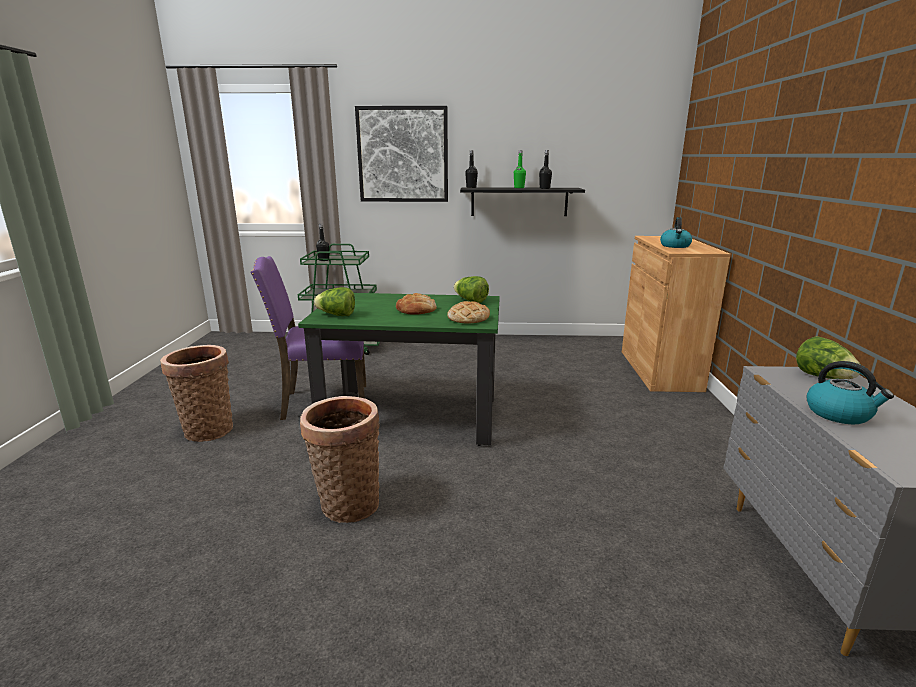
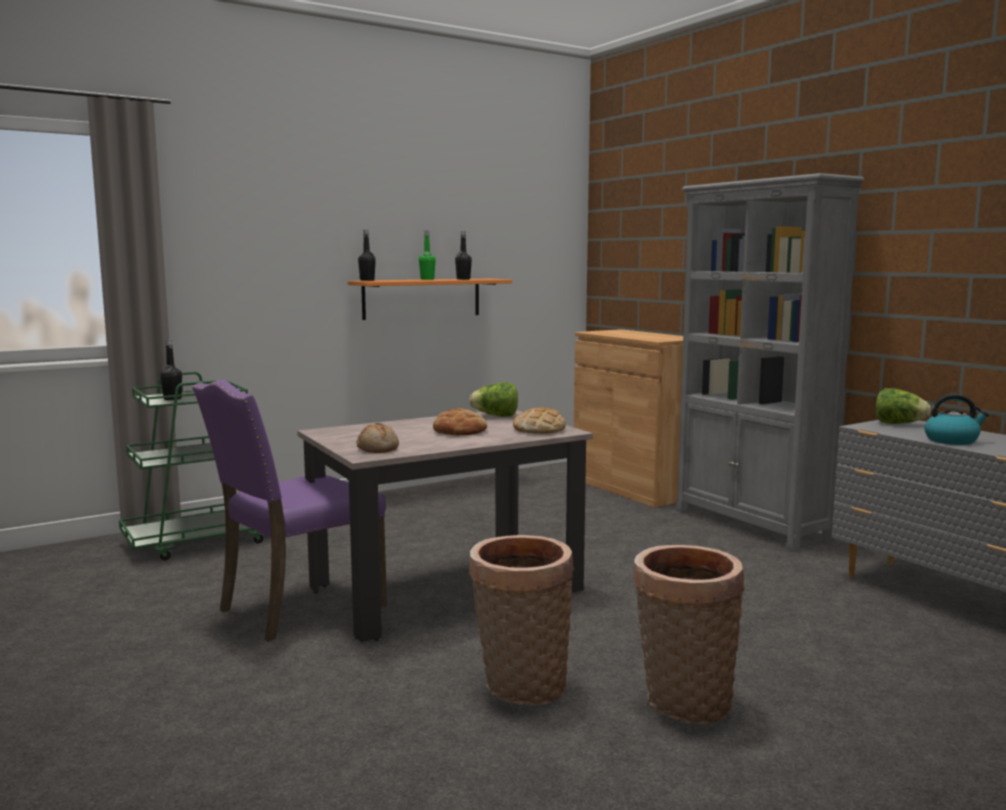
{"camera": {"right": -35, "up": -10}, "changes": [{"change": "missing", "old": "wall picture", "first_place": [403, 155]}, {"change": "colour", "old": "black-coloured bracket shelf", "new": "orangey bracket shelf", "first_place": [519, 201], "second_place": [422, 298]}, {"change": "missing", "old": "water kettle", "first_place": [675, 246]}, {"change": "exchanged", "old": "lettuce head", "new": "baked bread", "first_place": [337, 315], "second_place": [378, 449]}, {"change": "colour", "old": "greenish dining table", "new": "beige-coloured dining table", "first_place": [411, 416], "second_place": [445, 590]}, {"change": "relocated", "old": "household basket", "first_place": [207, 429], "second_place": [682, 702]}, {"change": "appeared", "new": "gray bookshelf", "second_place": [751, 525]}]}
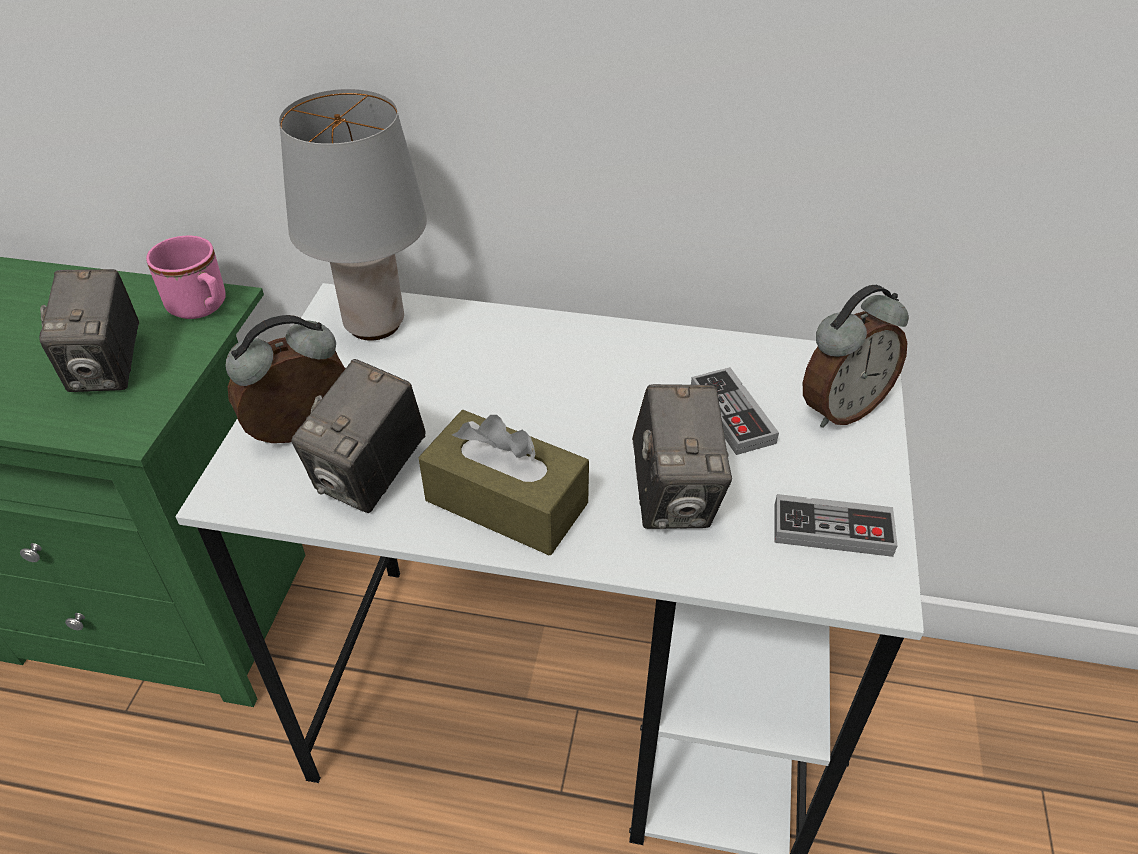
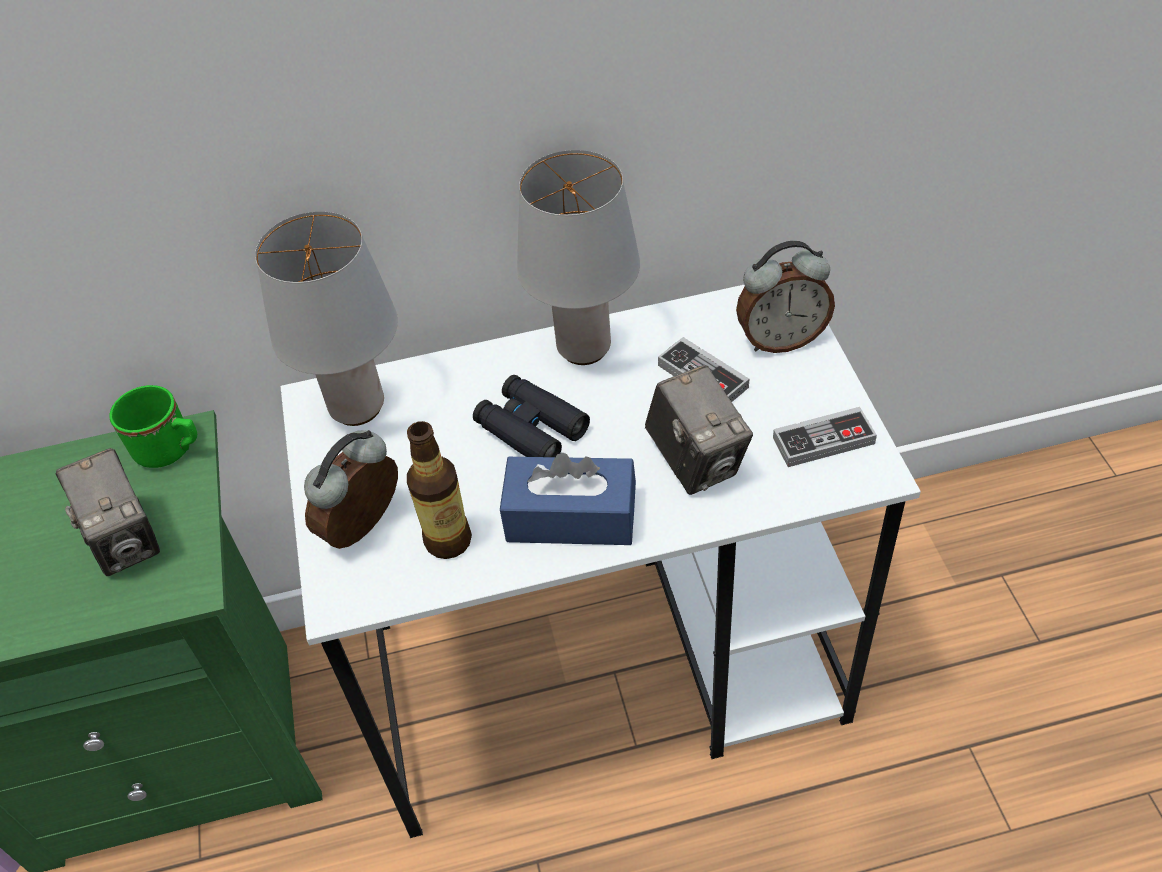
{"camera": {"right": -20, "up": 5}, "changes": [{"change": "colour", "old": "pink-coloured mug", "new": "greenish mug", "first_place": [202, 308], "second_place": [171, 450]}, {"change": "spun", "old": "table clock", "first_place": [840, 408], "second_place": [781, 339], "degrees": 45}, {"change": "exchanged", "old": "photo camera", "new": "beverage bottle", "first_place": [371, 476], "second_place": [448, 540]}, {"change": "colour", "old": "brownish tissue box", "new": "blue tissue box", "first_place": [506, 502], "second_place": [571, 517]}, {"change": "appeared", "new": "gray table lamp", "second_place": [583, 347]}, {"change": "appeared", "new": "black-coloured binoculars", "second_place": [531, 428]}]}
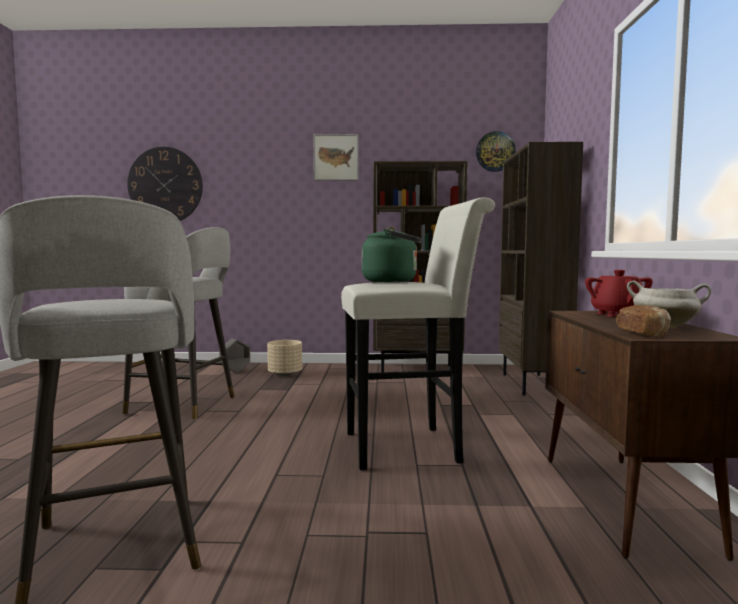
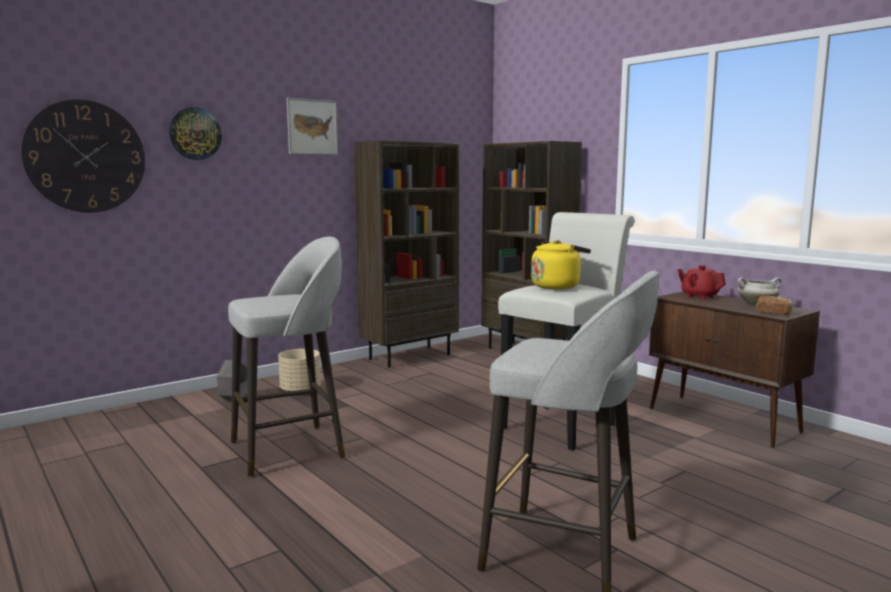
{"camera": {"right": -40, "up": 5}, "changes": [{"change": "relocated", "old": "clock on the wall", "first_place": [495, 151], "second_place": [195, 134]}, {"change": "colour", "old": "greenish water kettle", "new": "yellow-coloured water kettle", "first_place": [393, 281], "second_place": [557, 286]}]}
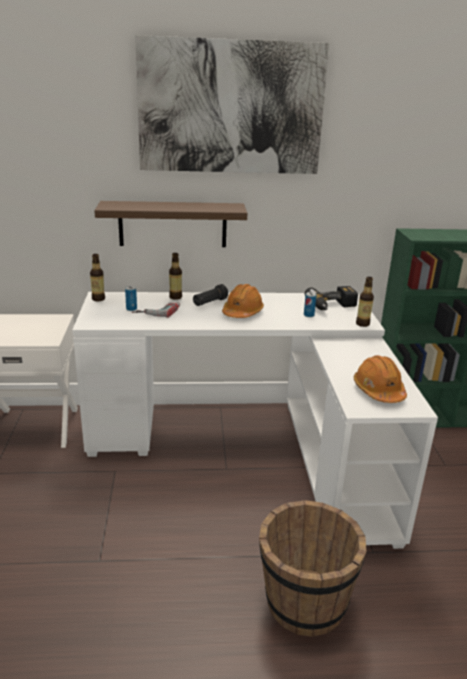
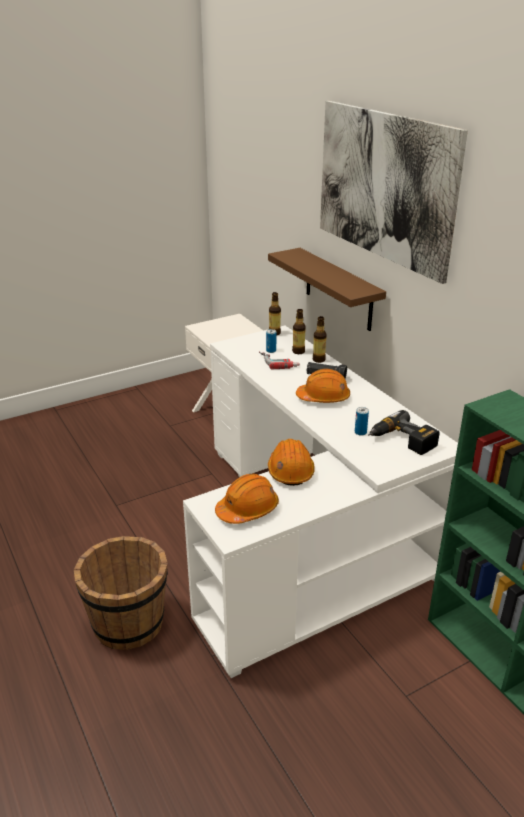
{"camera": {"right": 65, "up": 5}, "changes": [{"change": "relocated", "old": "beverage bottle", "first_place": [362, 324], "second_place": [298, 351]}, {"change": "appeared", "new": "orangey hard hat", "second_place": [290, 471]}]}
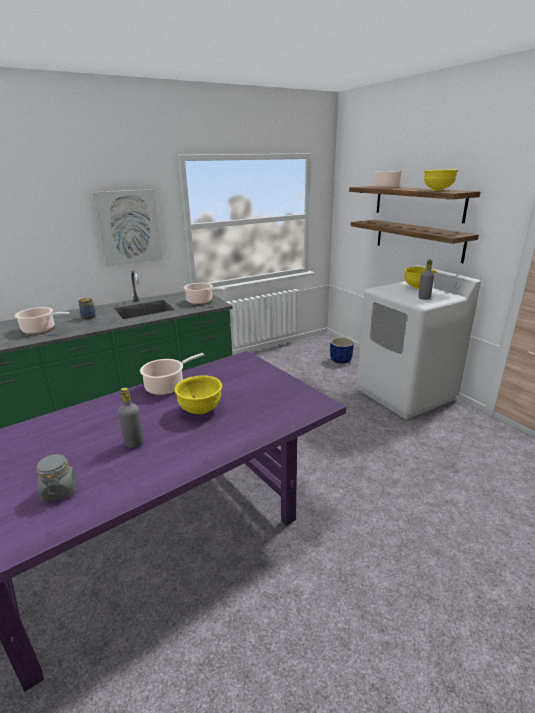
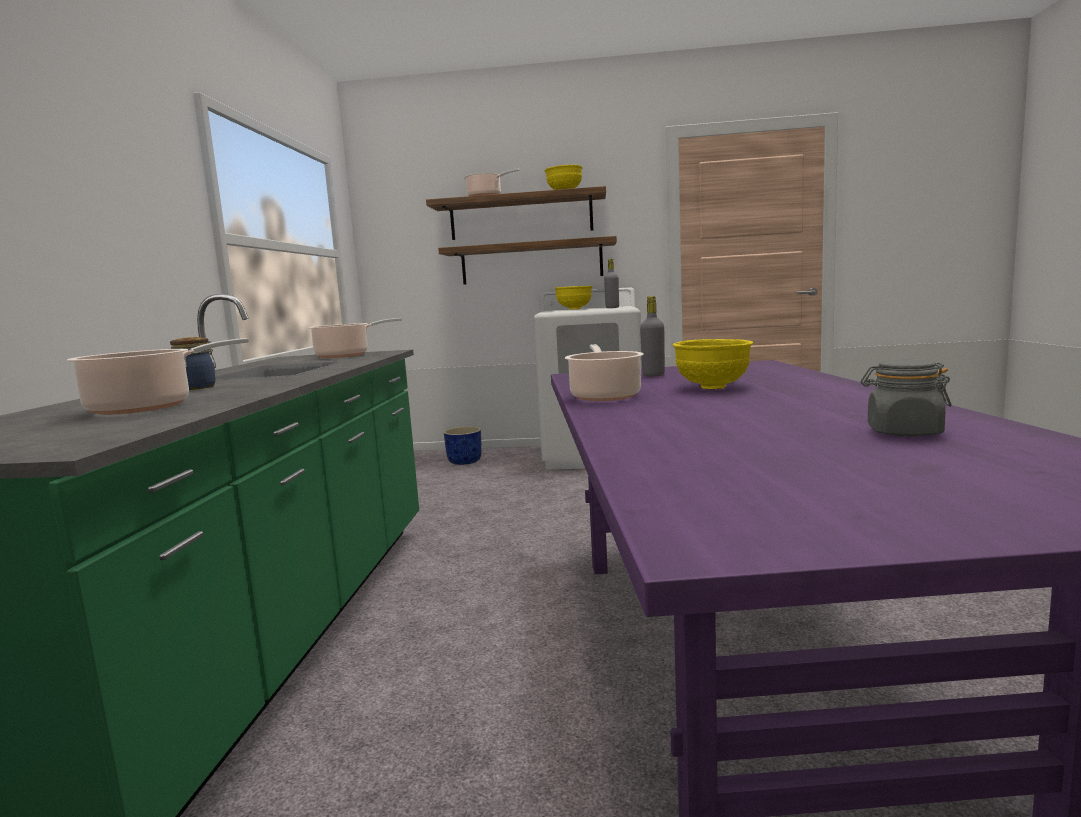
{"camera": {"right": -55, "up": -15}, "changes": [{"change": "missing", "old": "wall picture", "first_place": [129, 227]}, {"change": "relocated", "old": "gray beverage bottle", "first_place": [134, 443], "second_place": [653, 375]}]}
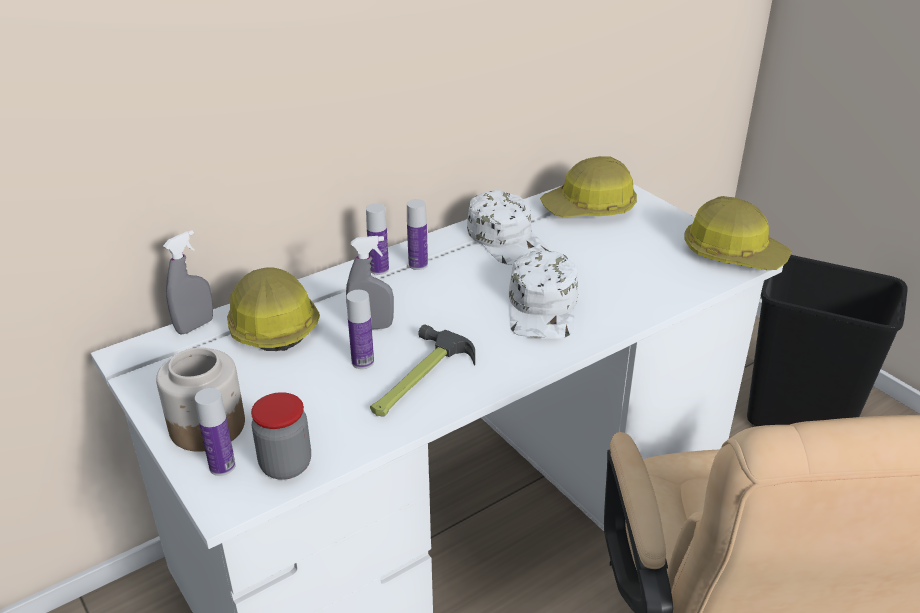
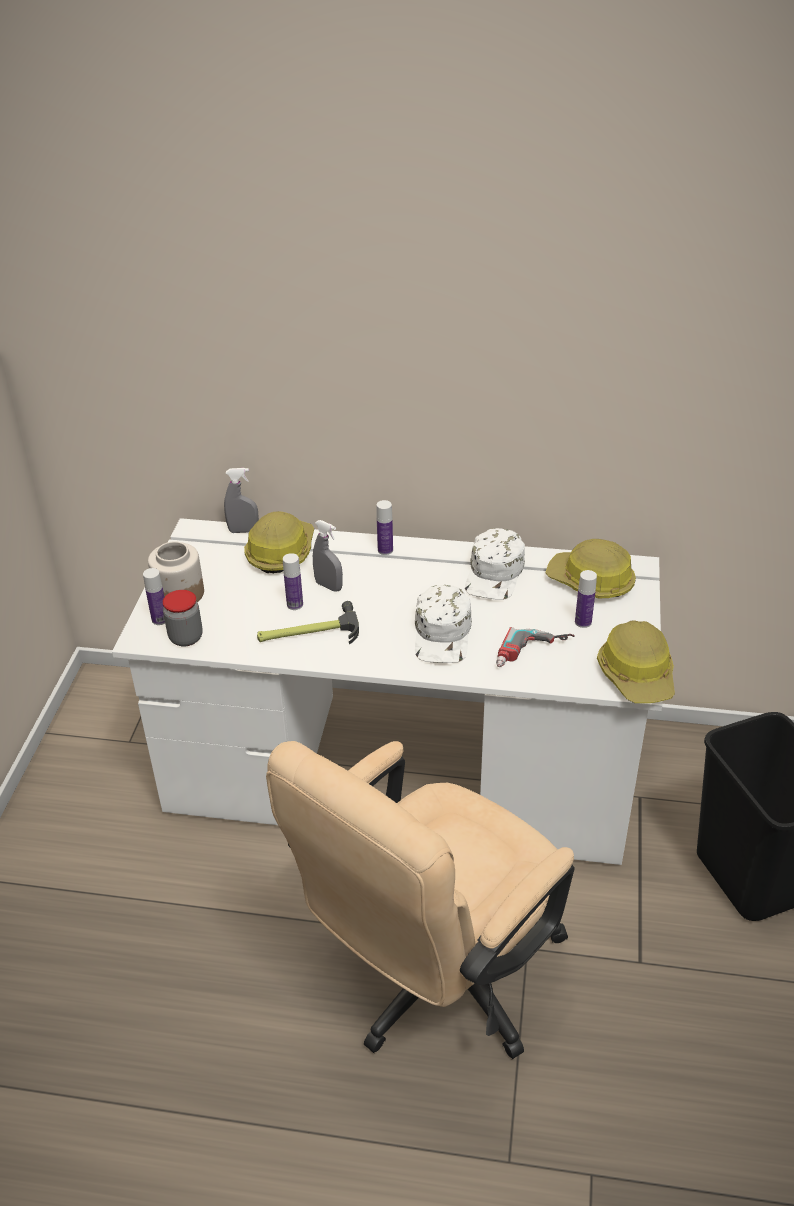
{"camera": {"right": 45, "up": 5}, "changes": [{"change": "relocated", "old": "beverage bottle", "first_place": [418, 264], "second_place": [583, 622]}, {"change": "spun", "old": "white-coloured cap", "first_place": [543, 307], "second_place": [443, 634], "degrees": -45}, {"change": "appeared", "new": "power drill", "second_place": [534, 655]}]}
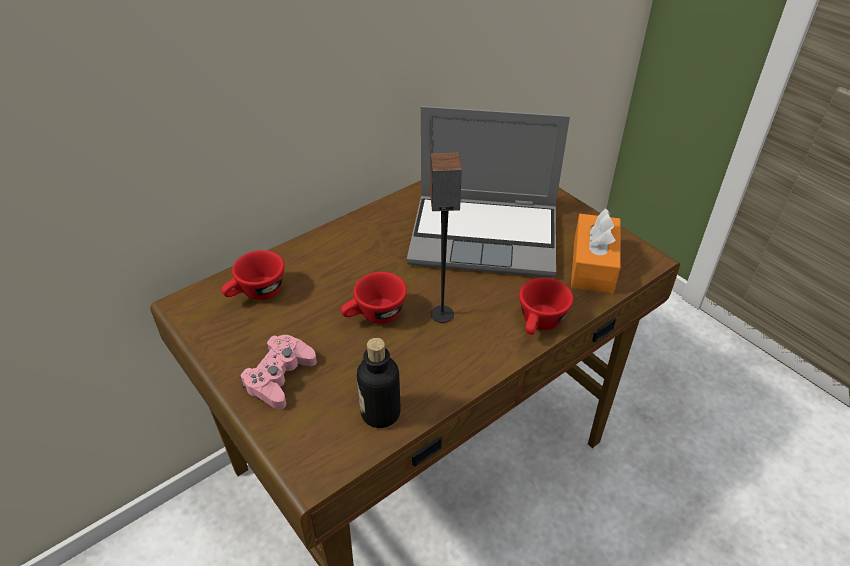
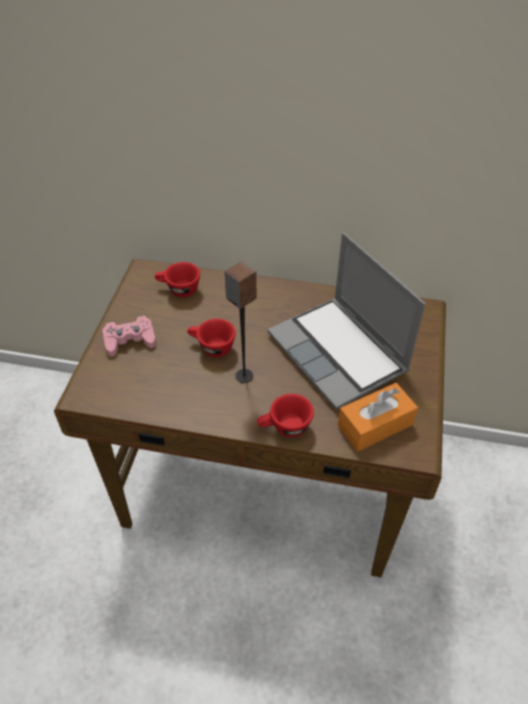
{"camera": {"right": 50, "up": 5}, "changes": [{"change": "missing", "old": "beverage bottle", "first_place": [380, 413]}]}
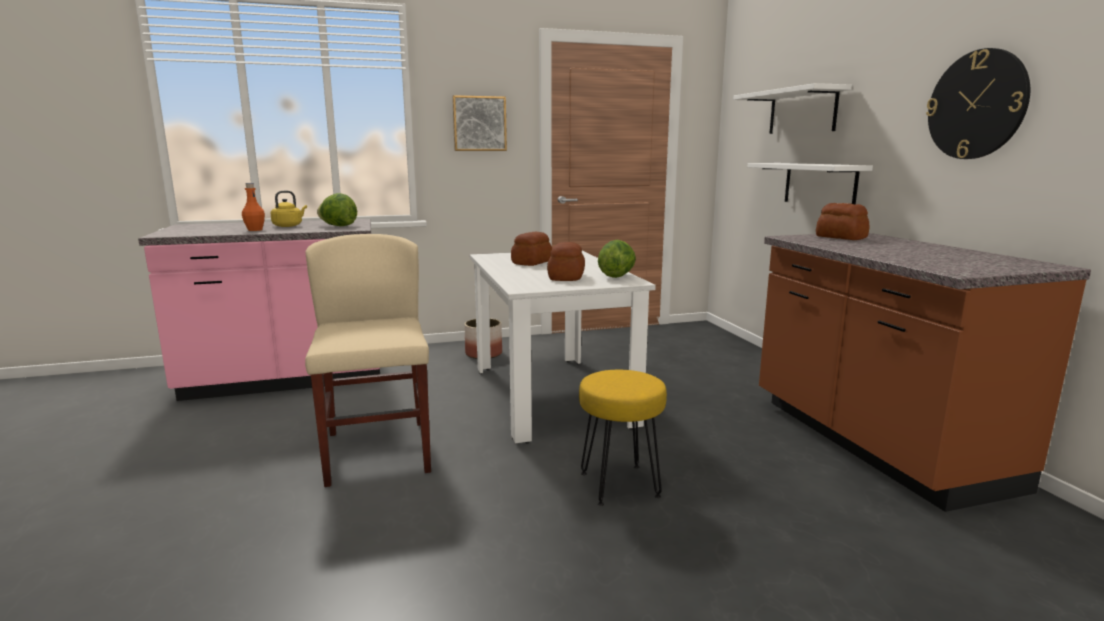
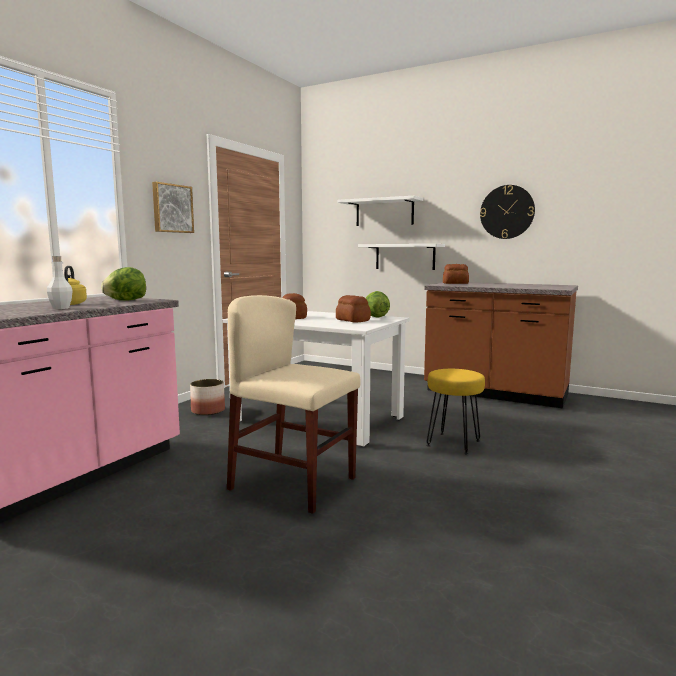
{"camera": {"right": -45, "up": -5}, "changes": [{"change": "colour", "old": "orangey beverage bottle", "new": "white-coloured beverage bottle", "first_place": [255, 230], "second_place": [61, 308]}]}
